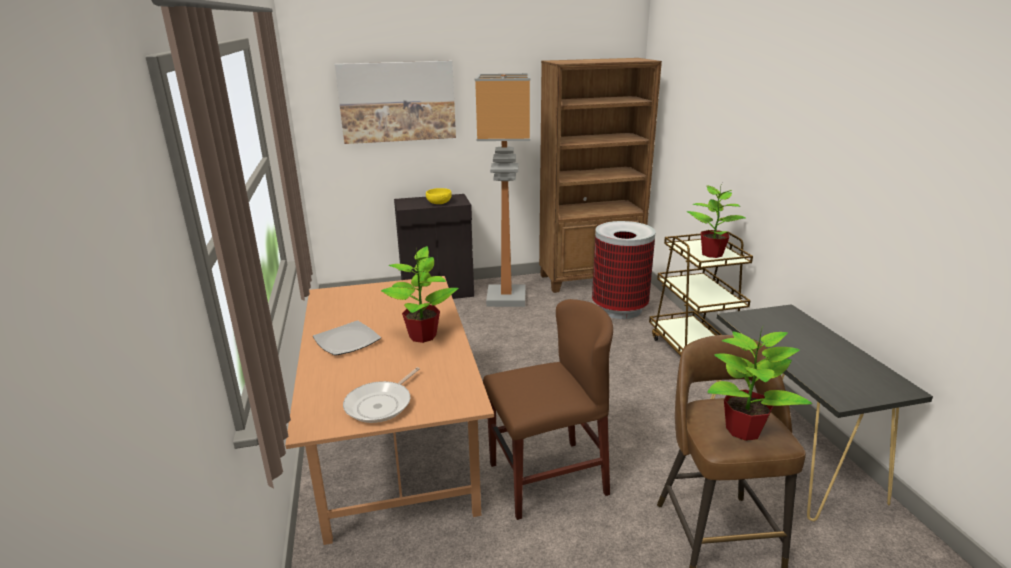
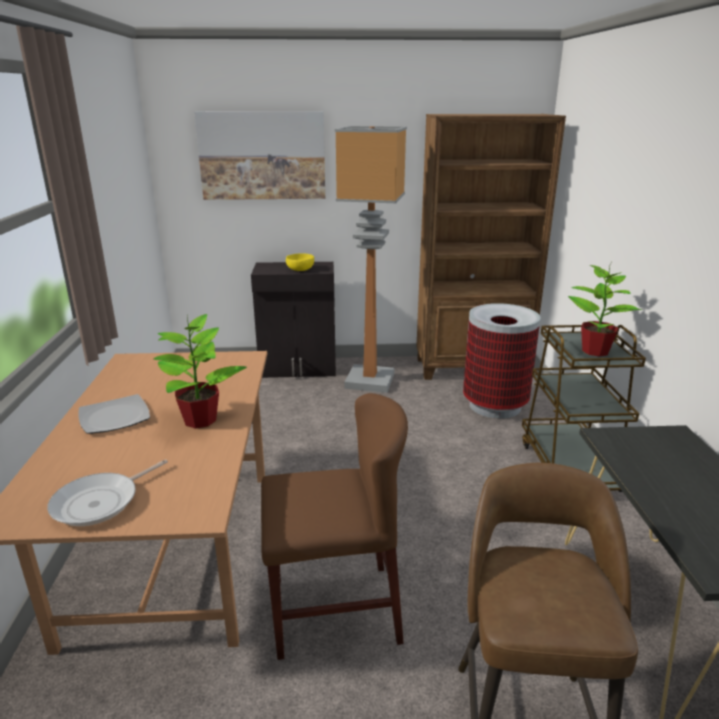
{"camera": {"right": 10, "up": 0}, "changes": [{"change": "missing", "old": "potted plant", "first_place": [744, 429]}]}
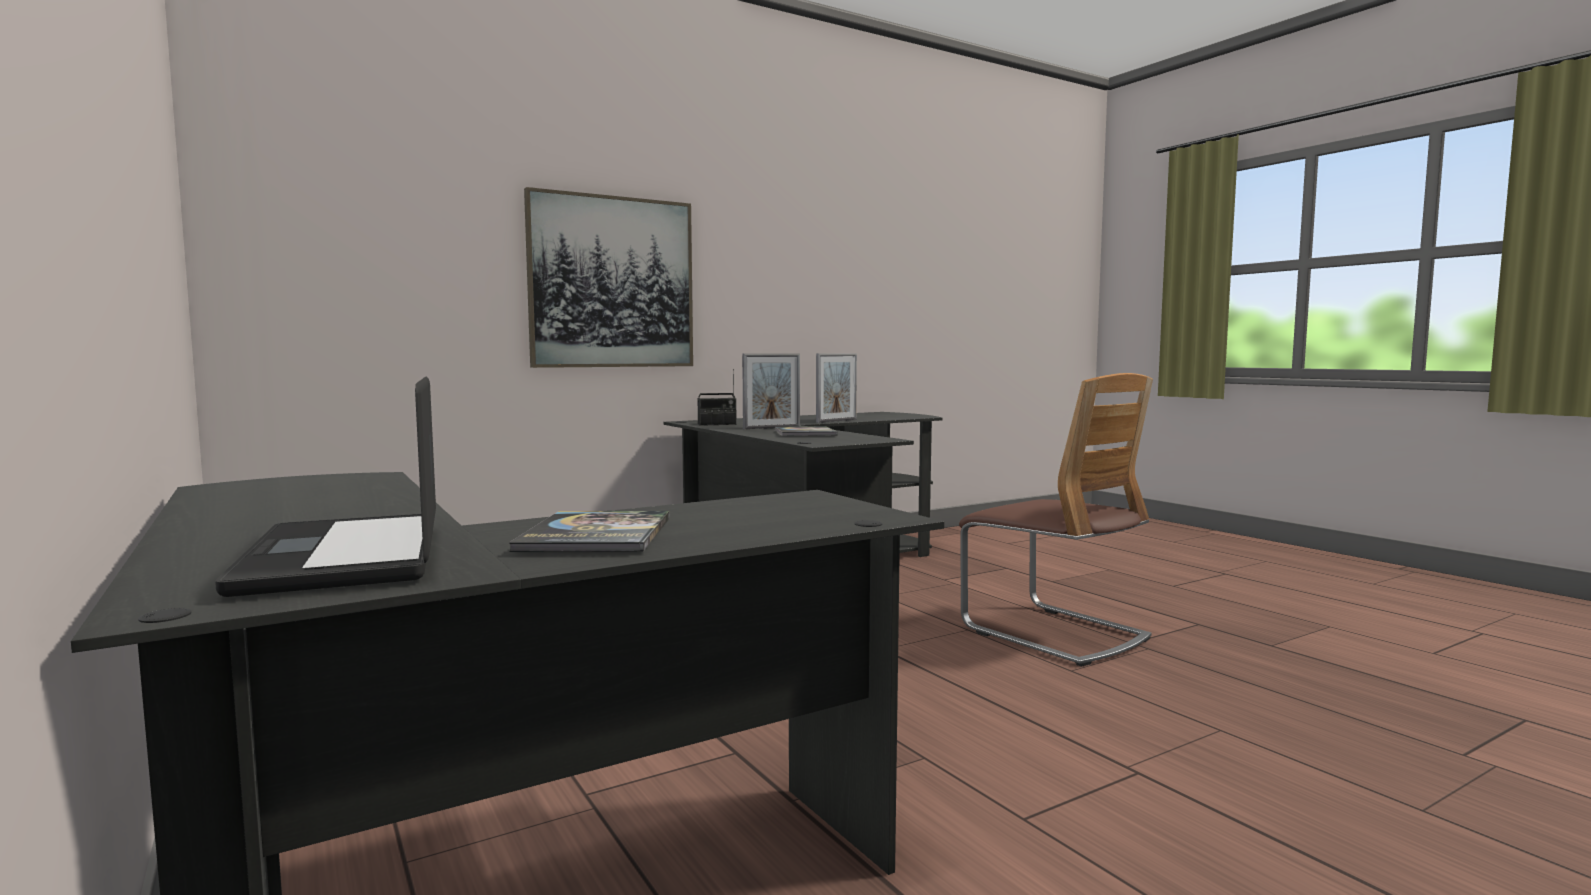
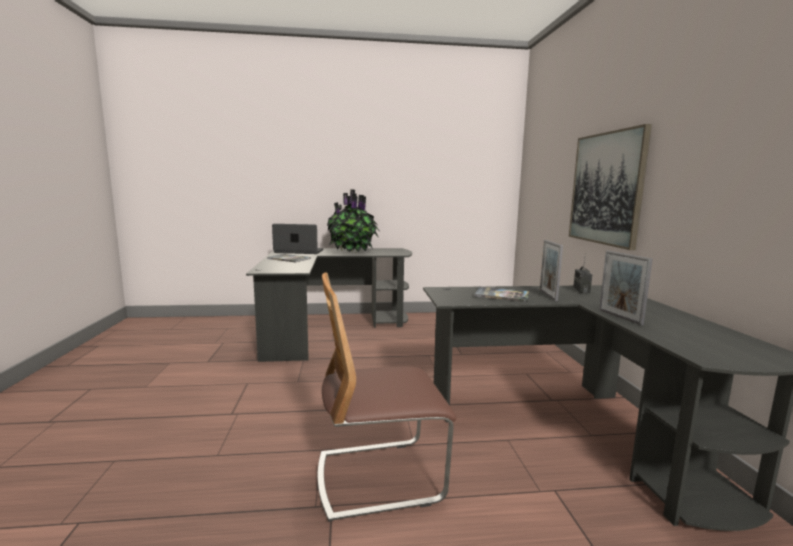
{"camera": {"right": 115, "up": 5}, "changes": [{"change": "appeared", "new": "potted plant", "second_place": [353, 252]}]}
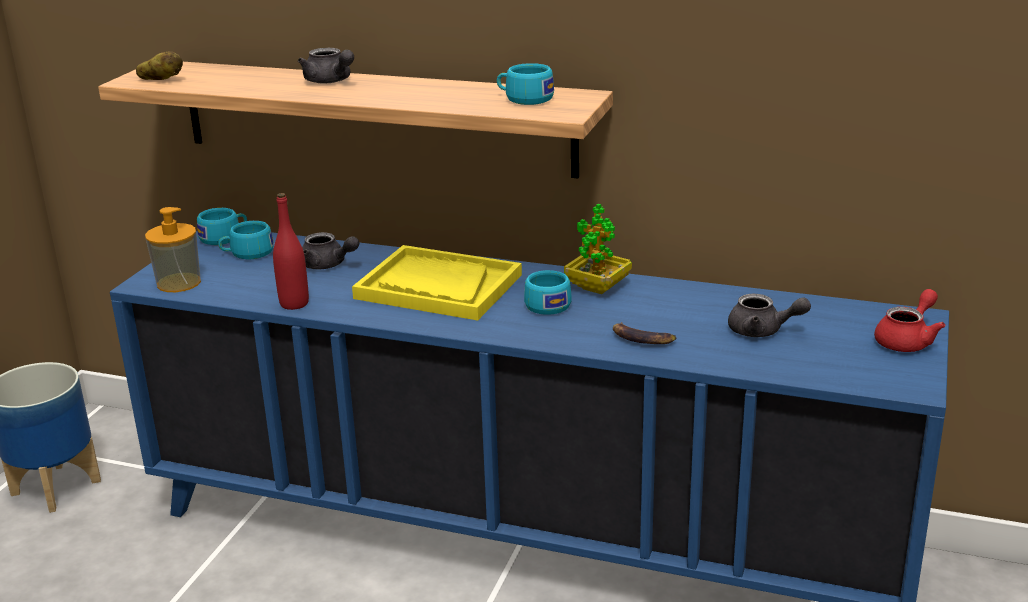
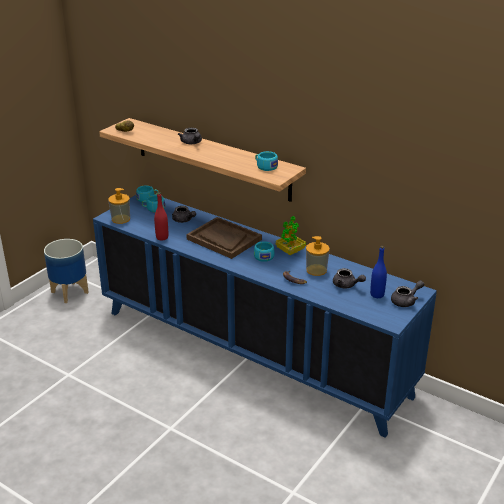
{"camera": {"right": 15, "up": 5}, "changes": [{"change": "colour", "old": "yellow-coloured carrying tray", "new": "brownish carrying tray", "first_place": [438, 287], "second_place": [224, 239]}, {"change": "colour", "old": "reddish pot for tea", "new": "gray pot for tea", "first_place": [907, 340], "second_place": [406, 301]}, {"change": "appeared", "new": "liquid soap bottle", "second_place": [316, 270]}, {"change": "appeared", "new": "blue beverage bottle", "second_place": [377, 294]}]}
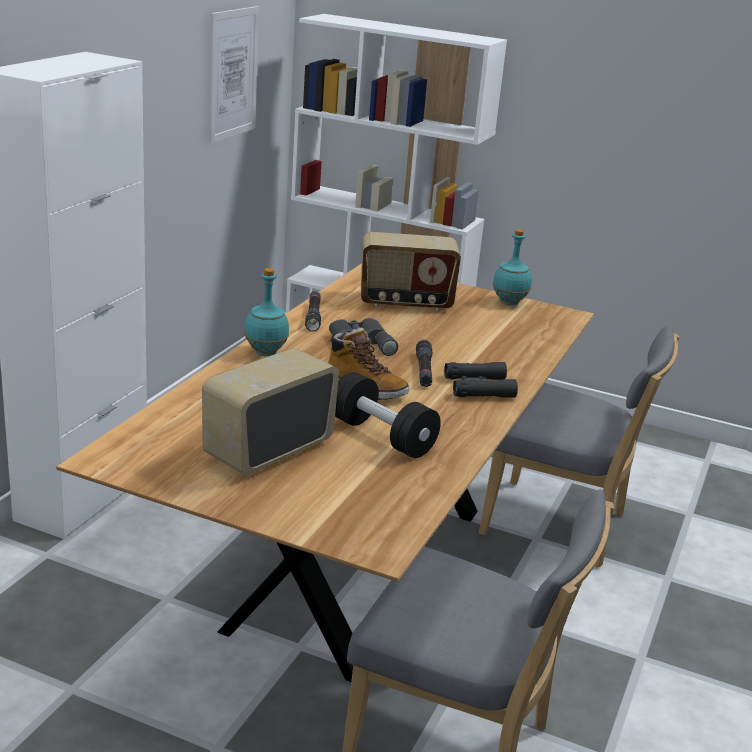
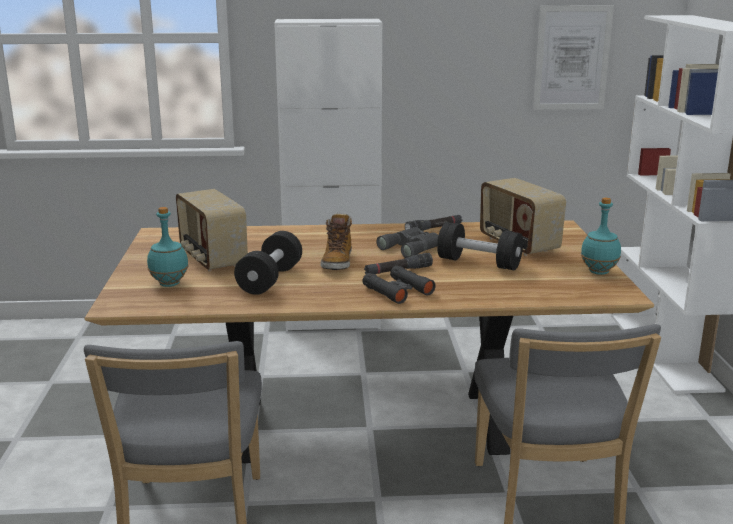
{"camera": {"right": 65, "up": -5}, "changes": [{"change": "relocated", "old": "blue-green beverage bottle", "first_place": [266, 352], "second_place": [170, 284]}, {"change": "spun", "old": "radio receiver", "first_place": [268, 450], "second_place": [212, 259], "degrees": -135}, {"change": "appeared", "new": "black-coloured hand weight", "second_place": [479, 263]}]}
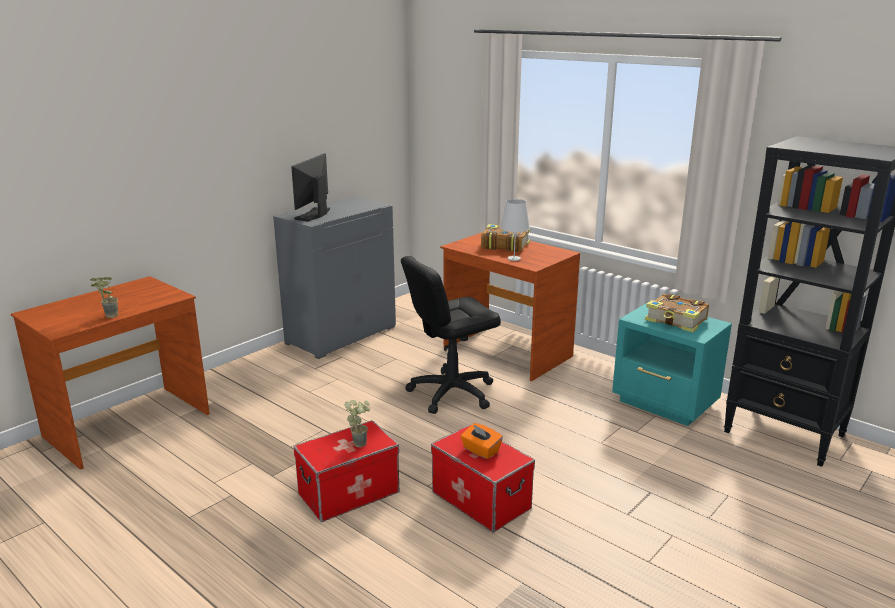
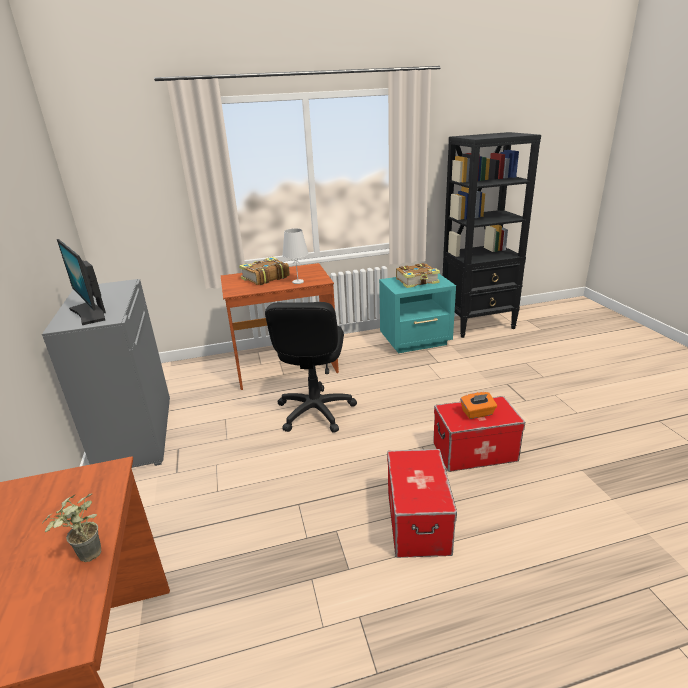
{"camera": {"right": -55, "up": 5}, "changes": [{"change": "missing", "old": "potted plant", "first_place": [360, 442]}]}
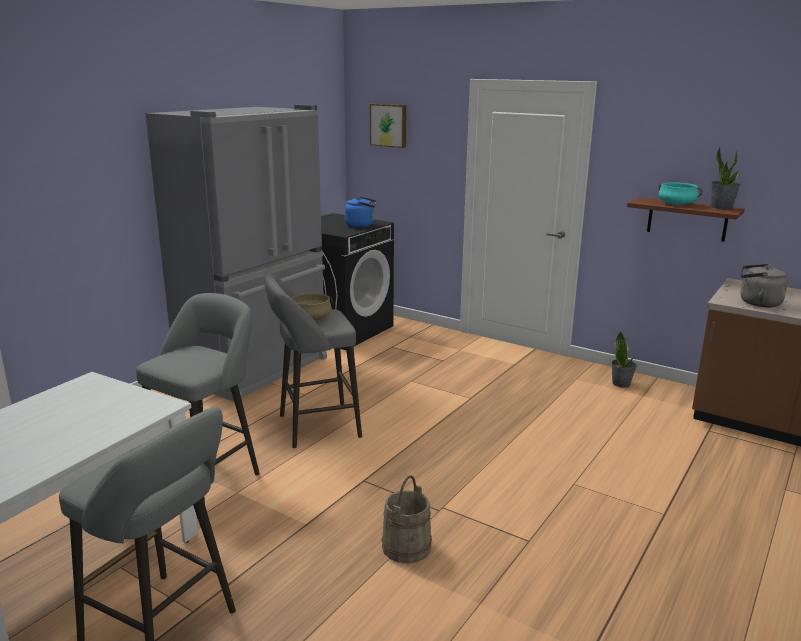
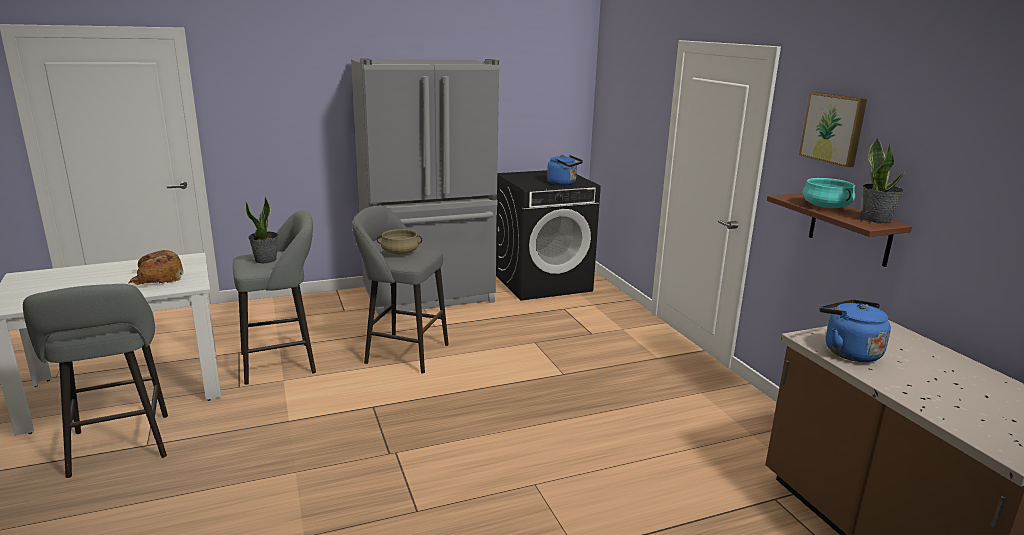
{"camera": {"right": 35, "up": 0}, "changes": [{"change": "relocated", "old": "wall picture", "first_place": [389, 125], "second_place": [834, 128]}, {"change": "colour", "old": "gray water kettle", "new": "blue water kettle", "first_place": [757, 303], "second_place": [848, 352]}, {"change": "relocated", "old": "potted plant", "first_place": [621, 383], "second_place": [266, 260]}, {"change": "missing", "old": "beige-coloured bucket", "first_place": [406, 546]}, {"change": "appeared", "new": "baked bread", "second_place": [156, 278]}]}
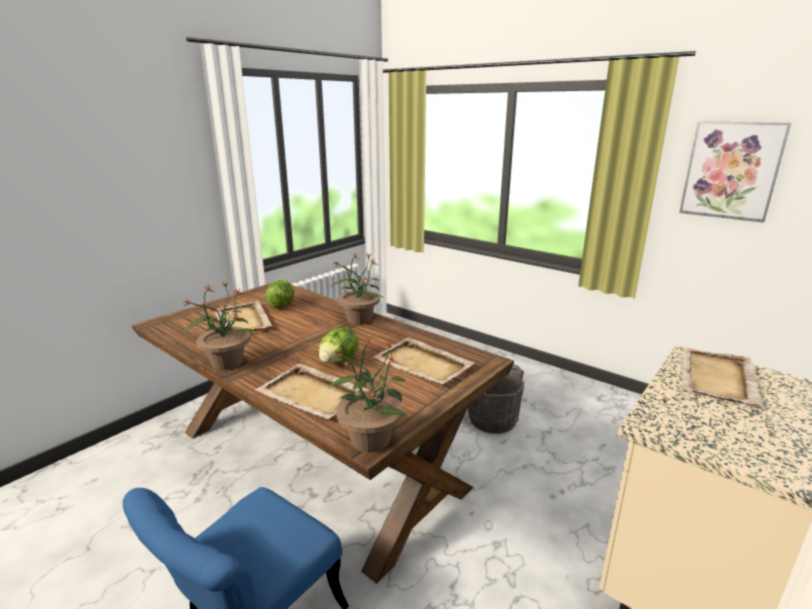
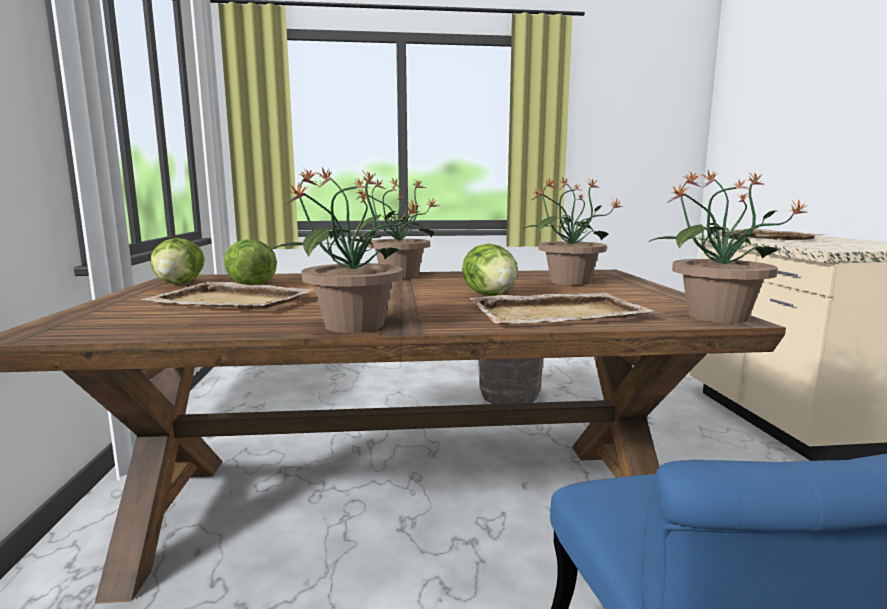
{"camera": {"right": -45, "up": -10}, "changes": [{"change": "missing", "old": "wall picture", "first_place": [731, 170]}, {"change": "exchanged", "old": "beige-coloured carrying tray", "new": "potted plant", "first_place": [423, 364], "second_place": [568, 281]}, {"change": "appeared", "new": "lettuce head", "second_place": [179, 283]}]}
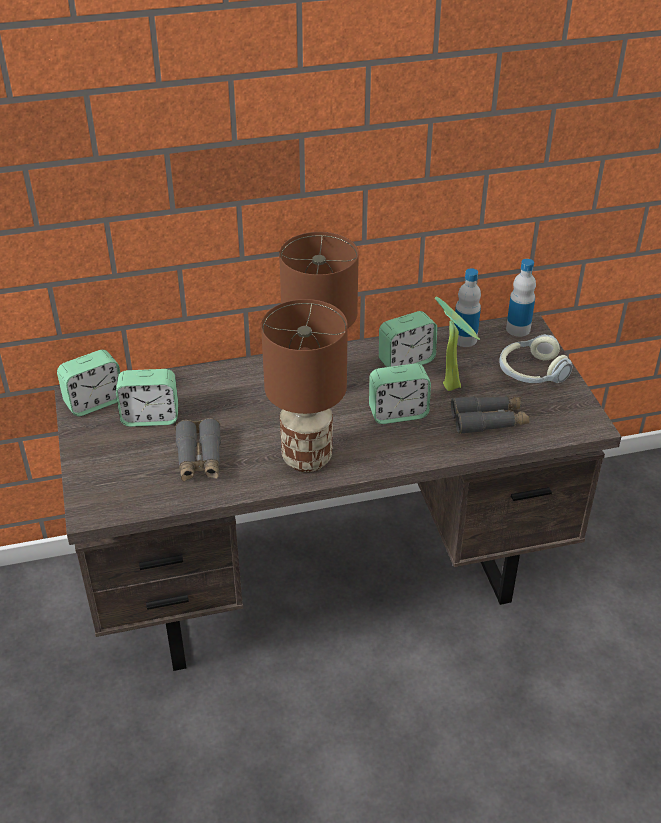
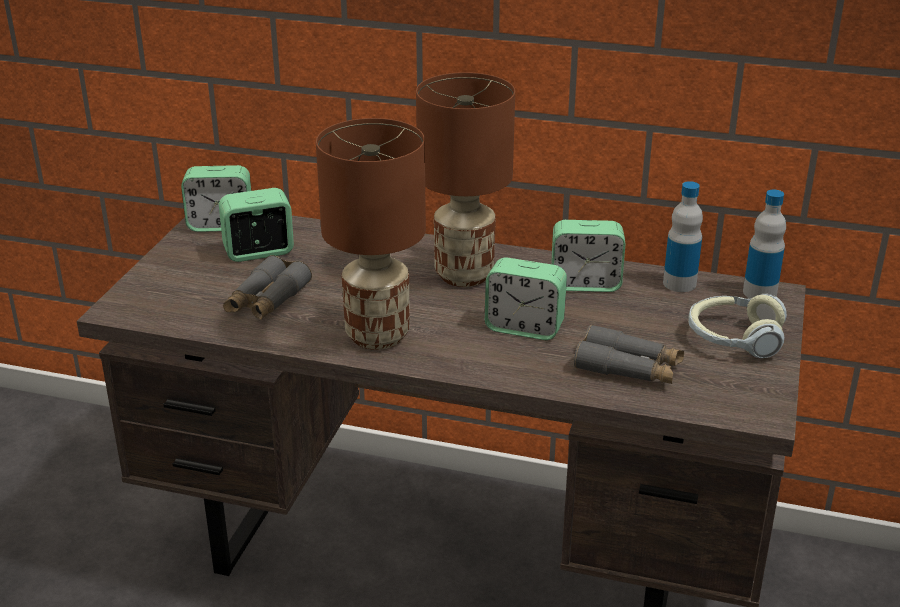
{"camera": {"right": 30, "up": -10}, "changes": [{"change": "missing", "old": "potted plant", "first_place": [452, 384]}, {"change": "spun", "old": "table clock", "first_place": [150, 417], "second_place": [259, 252], "degrees": 135}]}
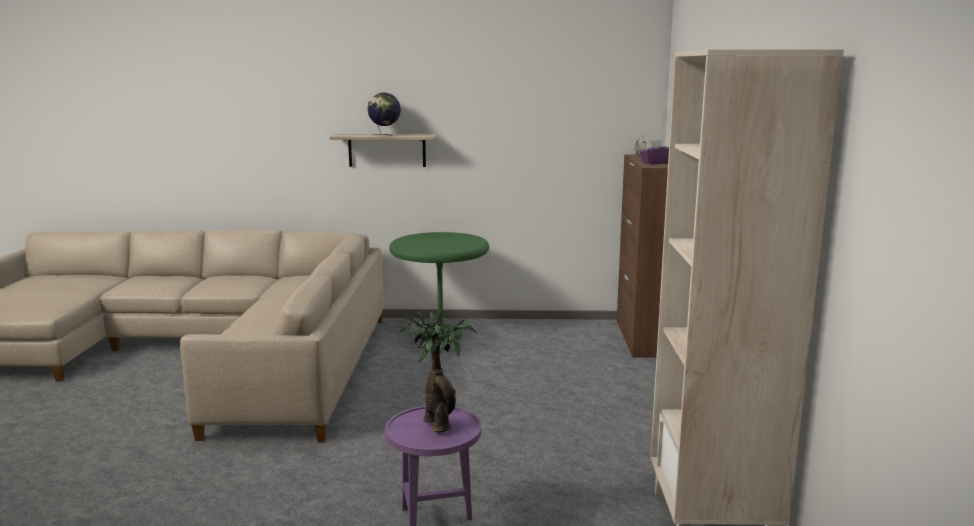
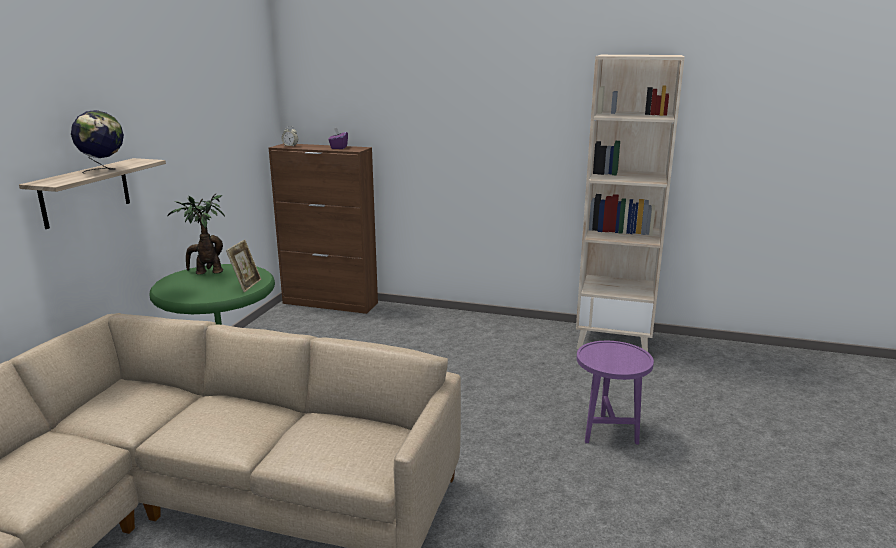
{"camera": {"right": -75, "up": 5}, "changes": [{"change": "relocated", "old": "potted plant", "first_place": [438, 423], "second_place": [206, 272]}, {"change": "appeared", "new": "standing frame", "second_place": [246, 285]}]}
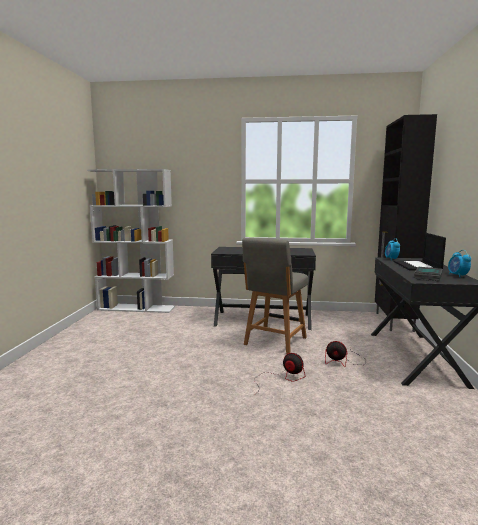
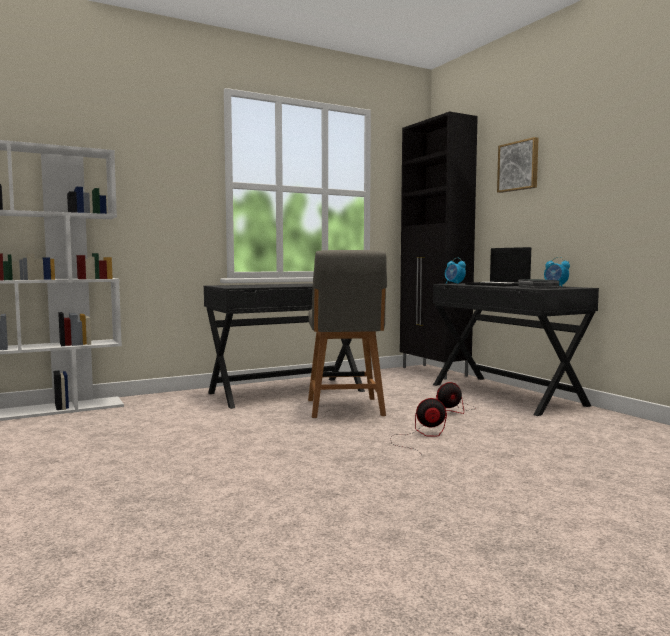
{"camera": {"right": -35, "up": -5}, "changes": [{"change": "appeared", "new": "wall picture", "second_place": [519, 166]}]}
